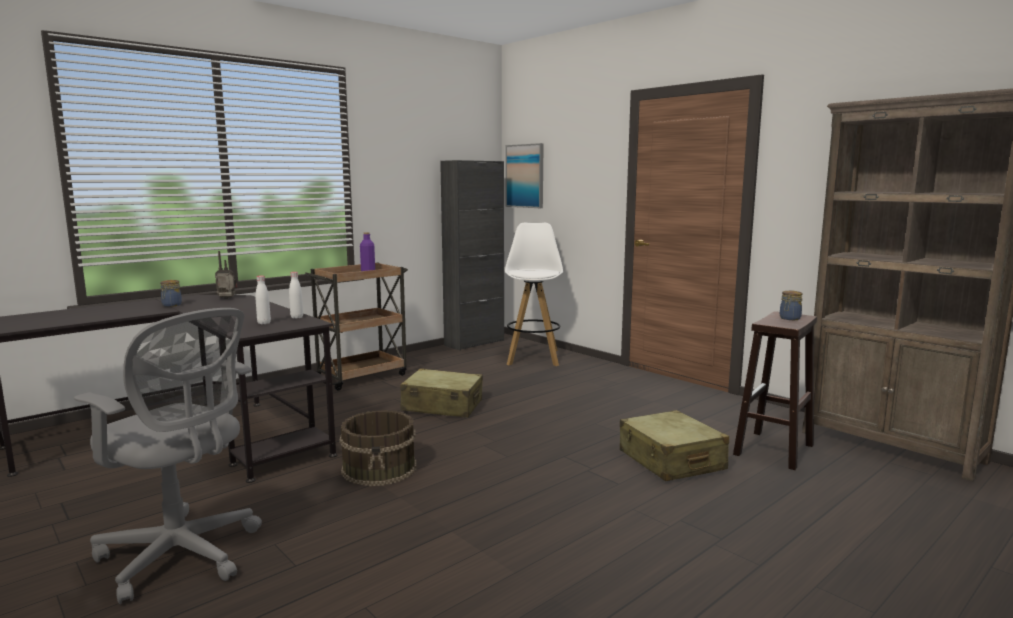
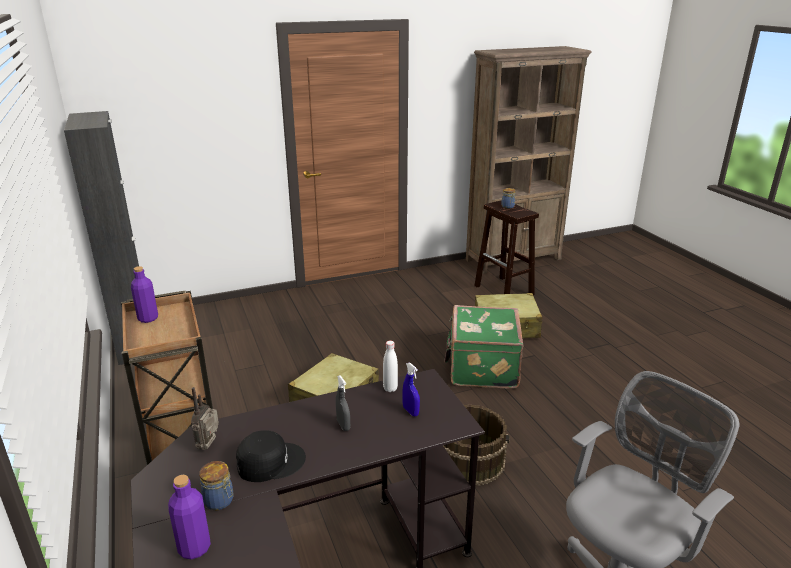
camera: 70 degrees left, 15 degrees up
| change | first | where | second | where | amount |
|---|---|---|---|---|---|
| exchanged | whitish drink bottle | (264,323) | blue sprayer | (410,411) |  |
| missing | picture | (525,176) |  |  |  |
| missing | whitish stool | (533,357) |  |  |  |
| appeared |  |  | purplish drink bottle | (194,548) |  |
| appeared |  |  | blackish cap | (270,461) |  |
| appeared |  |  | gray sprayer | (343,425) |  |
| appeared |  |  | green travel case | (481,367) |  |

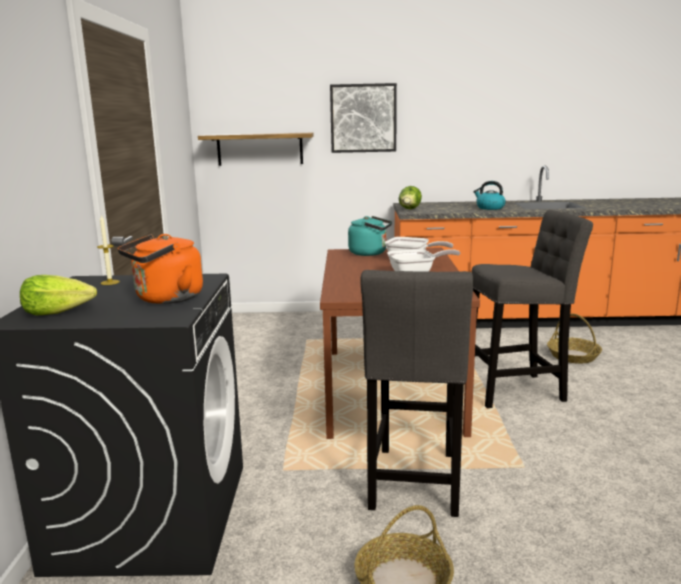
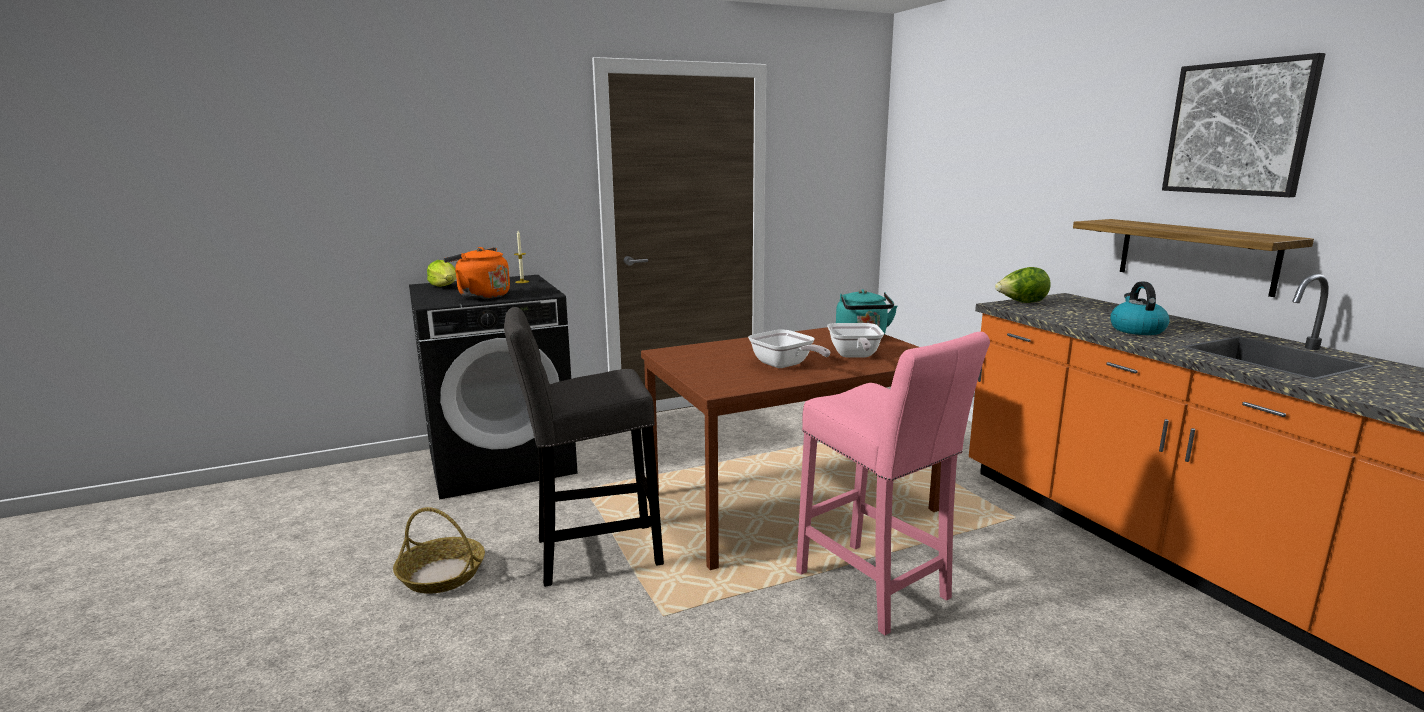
camera: 65 degrees right, 0 degrees up
| change | first | where | second | where | amount |
|---|---|---|---|---|---|
| relocated | wall shelf | (260,149) |  | (1195,255) |  |
| relocated | picture | (363,118) |  | (1238,128) |  |
| colour | gray stool | (518,391) | pink stool | (876,590) |  |
| missing | household basket | (572,356) |  |  |  |

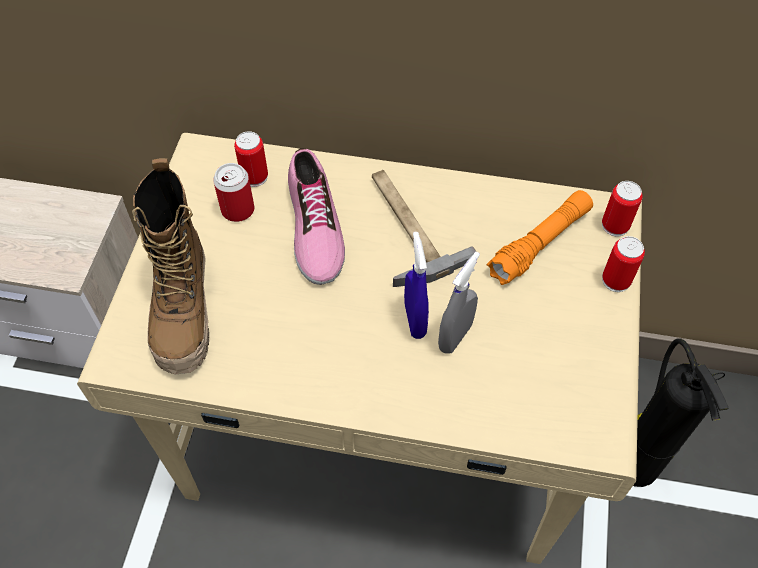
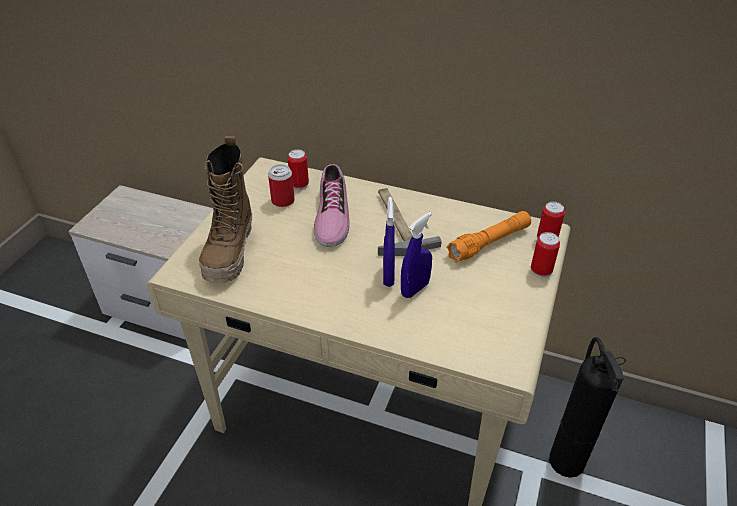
camera: 10 degrees right, 15 degrees down
| change | first | where | second | where | amount |
|---|---|---|---|---|---|
| colour | gray sprayer | (455,336) | blue sprayer | (415,289) |  |

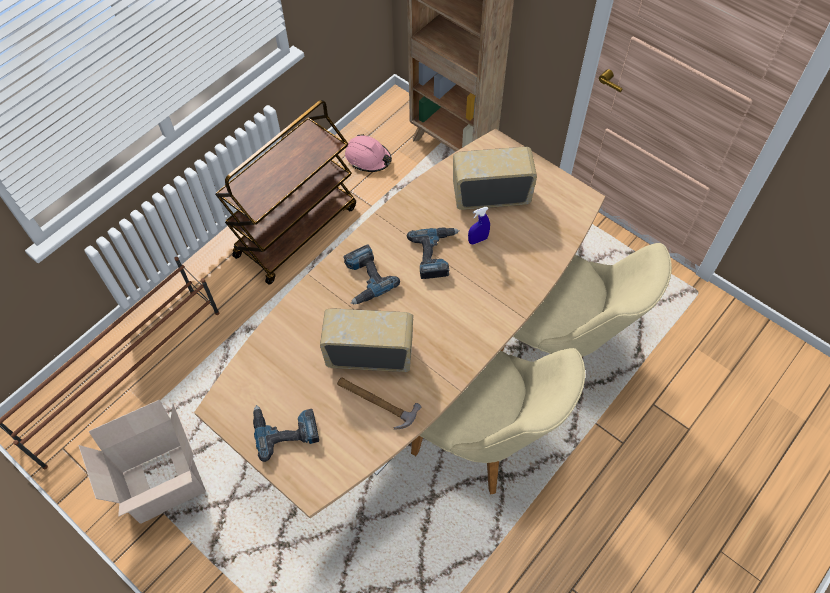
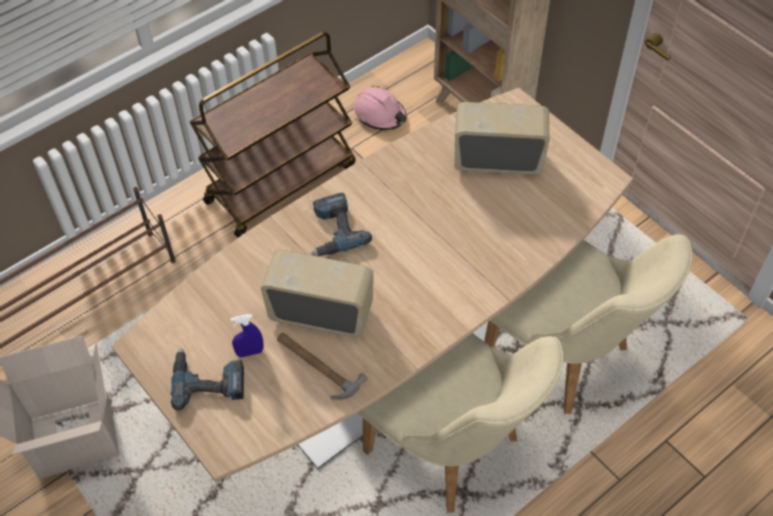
camera: 10 degrees right, 5 degrees down
| change | first | where | second | where | amount |
|---|---|---|---|---|---|
| missing | power drill | (436,254) |  |  |  |
| relocated | blue sprayer | (478,240) |  | (250,352) |  |

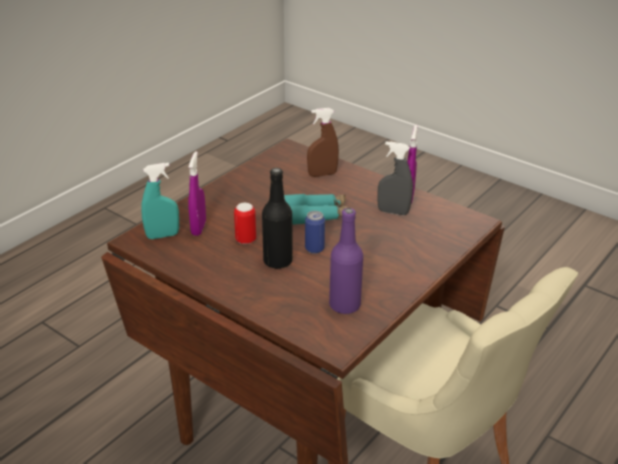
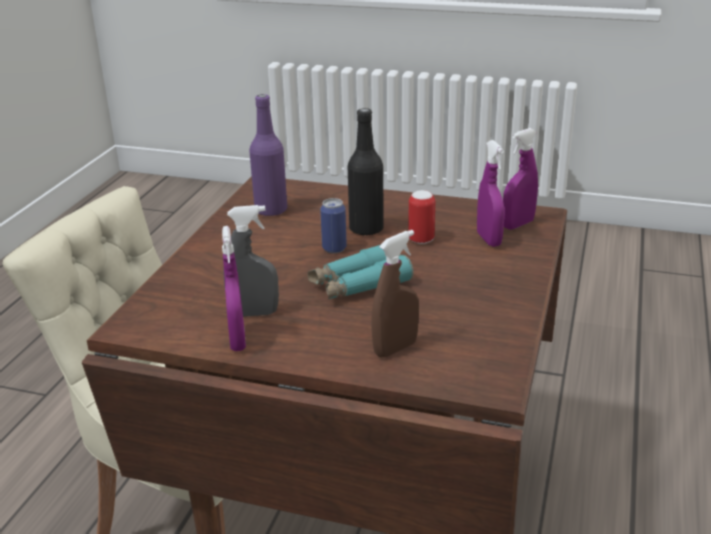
camera: 160 degrees right, 5 degrees down
| change | first | where | second | where | amount |
|---|---|---|---|---|---|
| colour | turquoise sprayer | (162,235) | purplish sprayer | (518,224) |  |

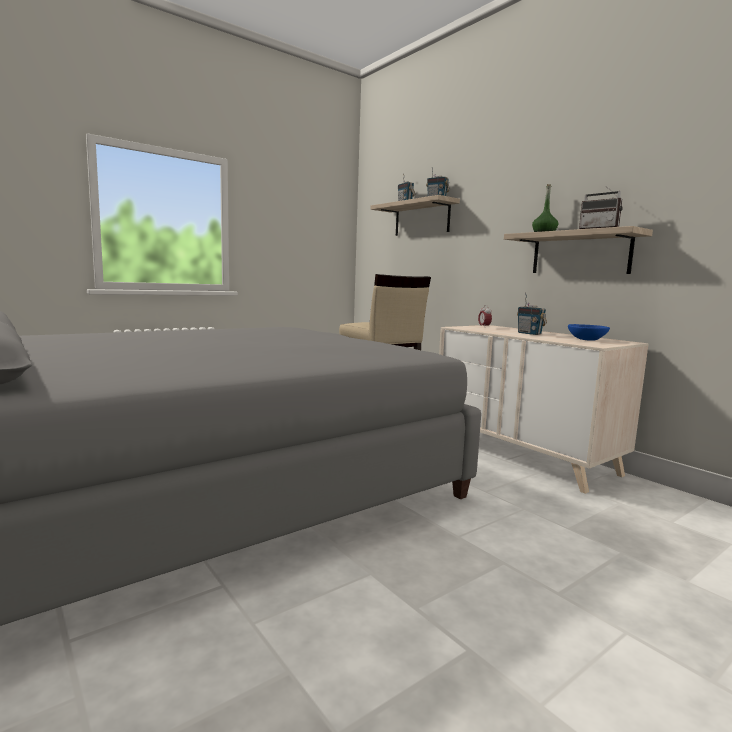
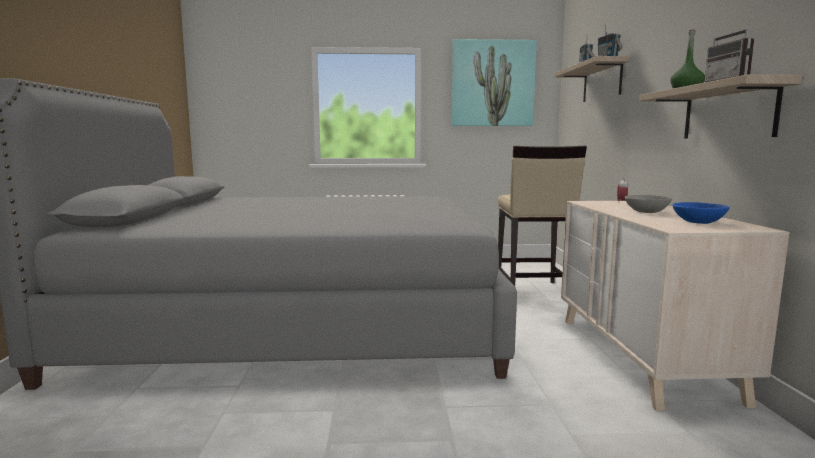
camera: 35 degrees right, 0 degrees up
| change | first | where | second | where | amount |
|---|---|---|---|---|---|
| exchanged | radio | (529,333) | gray deep dish | (647,212) |  |
| appeared |  |  | picture | (492,84) |  |

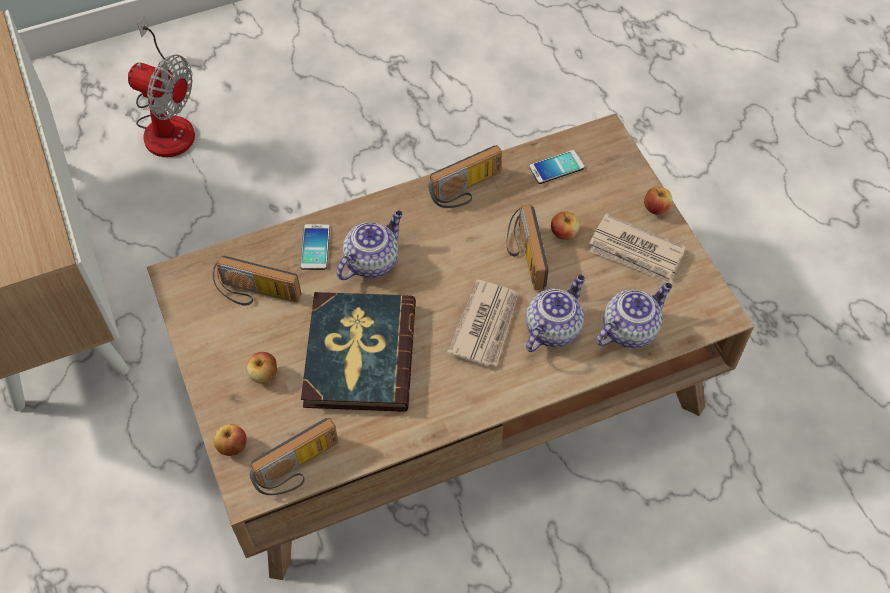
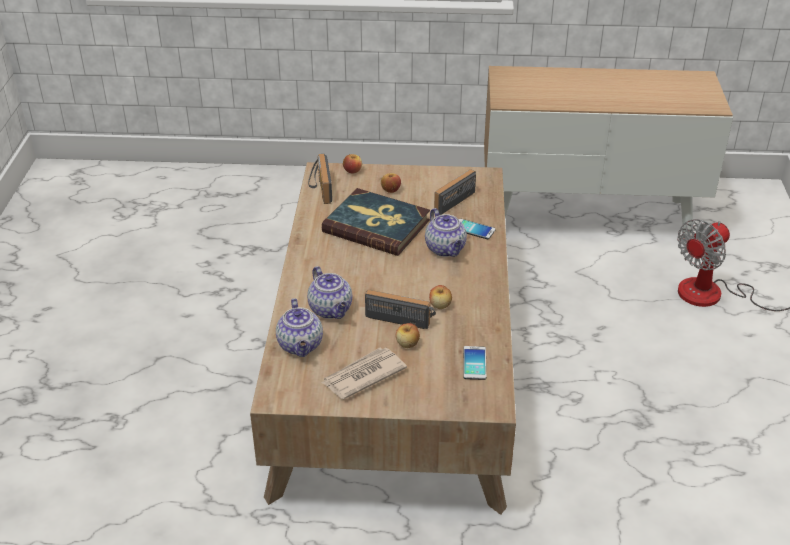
camera: 115 degrees right, 20 degrees down
| change | first | where | second | where | amount |
|---|---|---|---|---|---|
| missing | radio | (467,190) |  |  |  |
| missing | newspaper | (485,325) |  |  |  |
| relocated | apple | (656,208) |  | (440,305) |  |

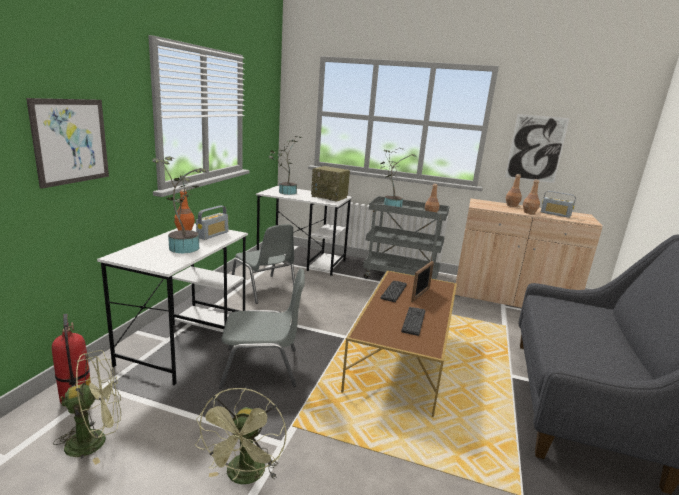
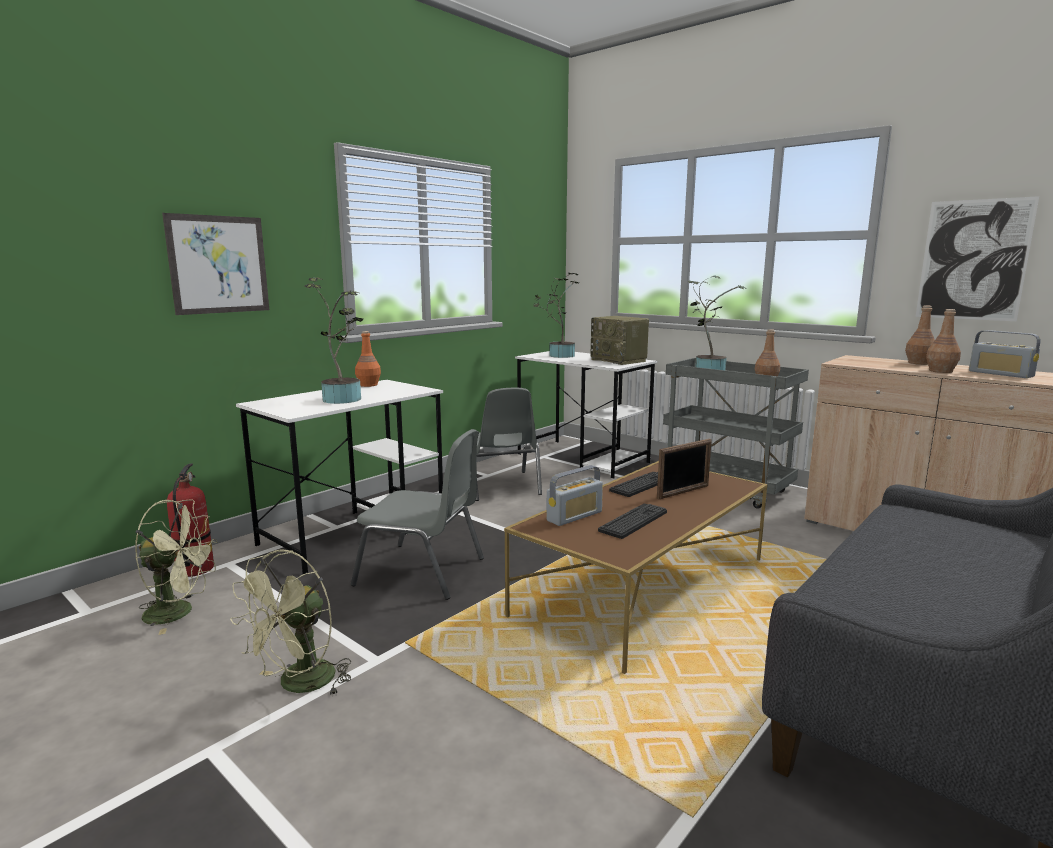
camera: 25 degrees right, 5 degrees down
| change | first | where | second | where | amount |
|---|---|---|---|---|---|
| relocated | radio | (212,235) |  | (574,516) |  |

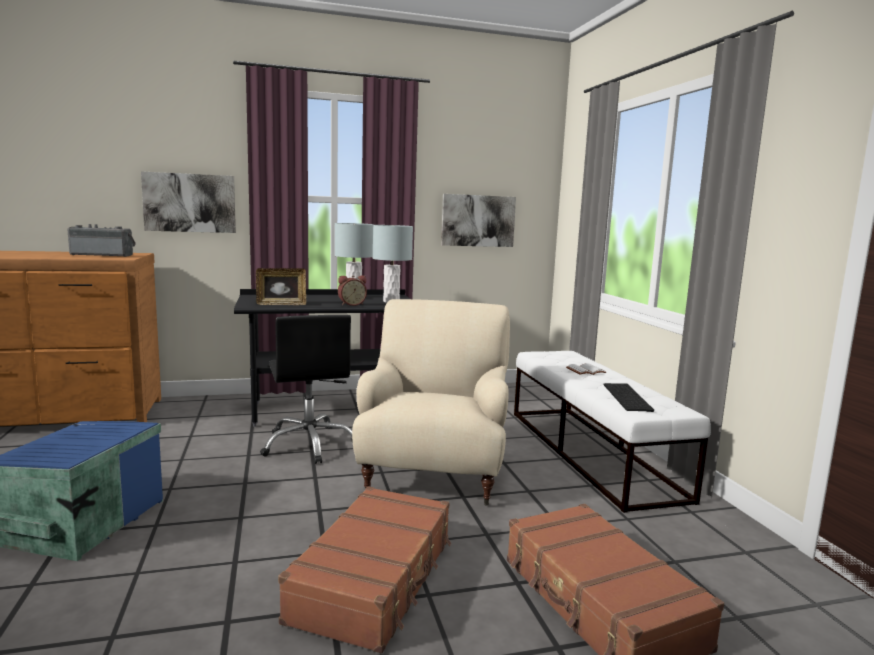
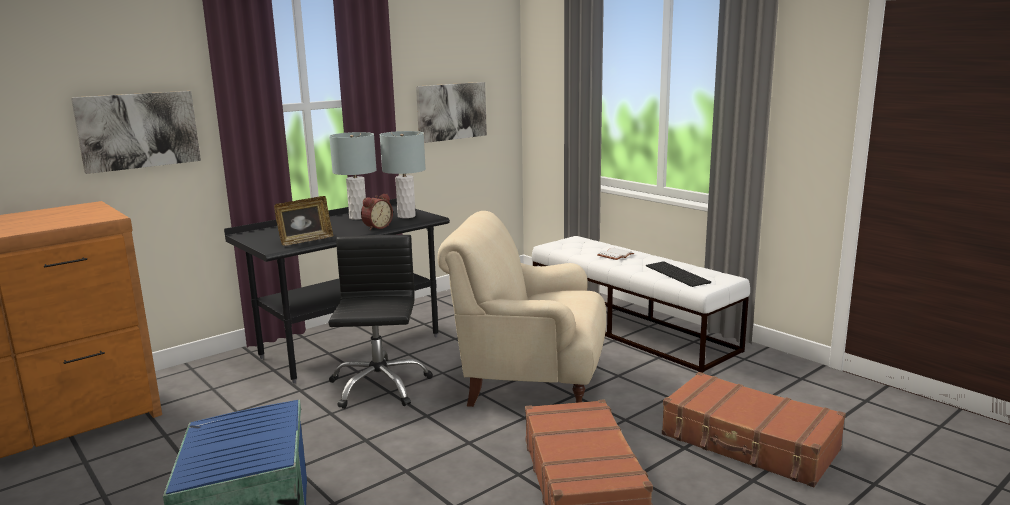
camera: 25 degrees left, 5 degrees up
| change | first | where | second | where | amount |
|---|---|---|---|---|---|
| missing | radio | (103,255) |  |  |  |
| spun | blackish desk chair | (309,444) |  | (379,386) | 135 degrees counterclockwise |
| spun | sand-coloured easy chair | (434,475) |  | (529,383) | 60 degrees counterclockwise |

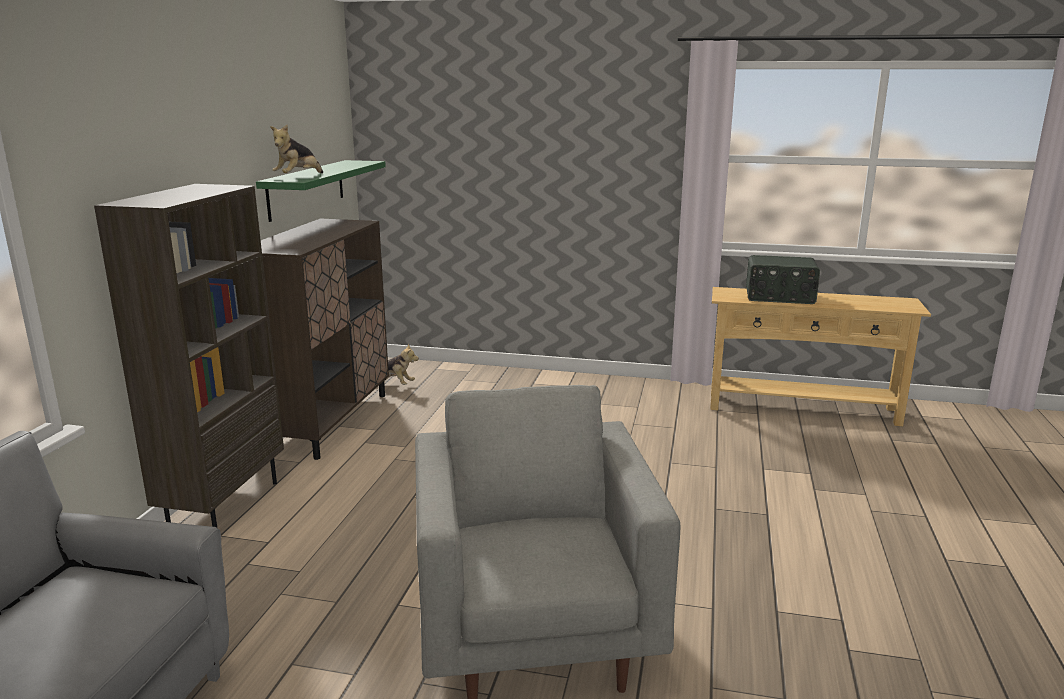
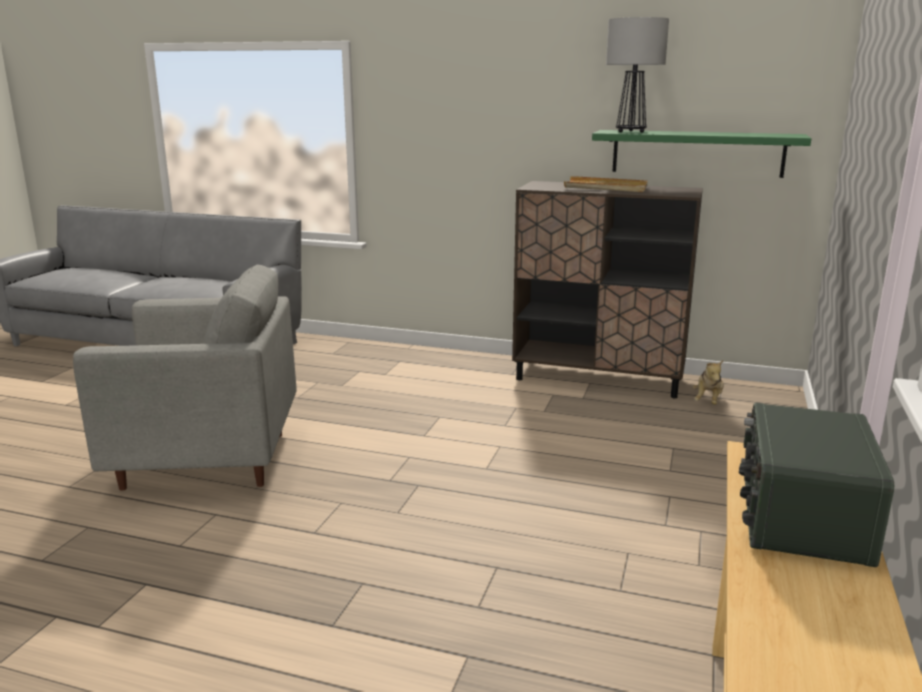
camera: 95 degrees right, 0 degrees up
| change | first | where | second | where | amount |
|---|---|---|---|---|---|
| missing | brown bookshelf | (224,505) |  |  |  |
| exchanged | cuddly toy | (298,177) | tabletop lamp | (631,131) |  |
| appeared |  |  | sand-coloured carrying tray | (606,188) |  |

